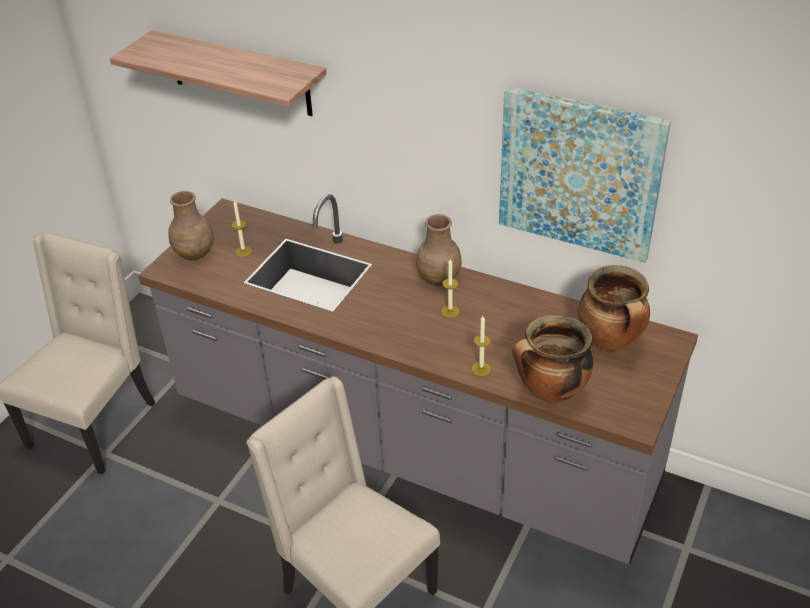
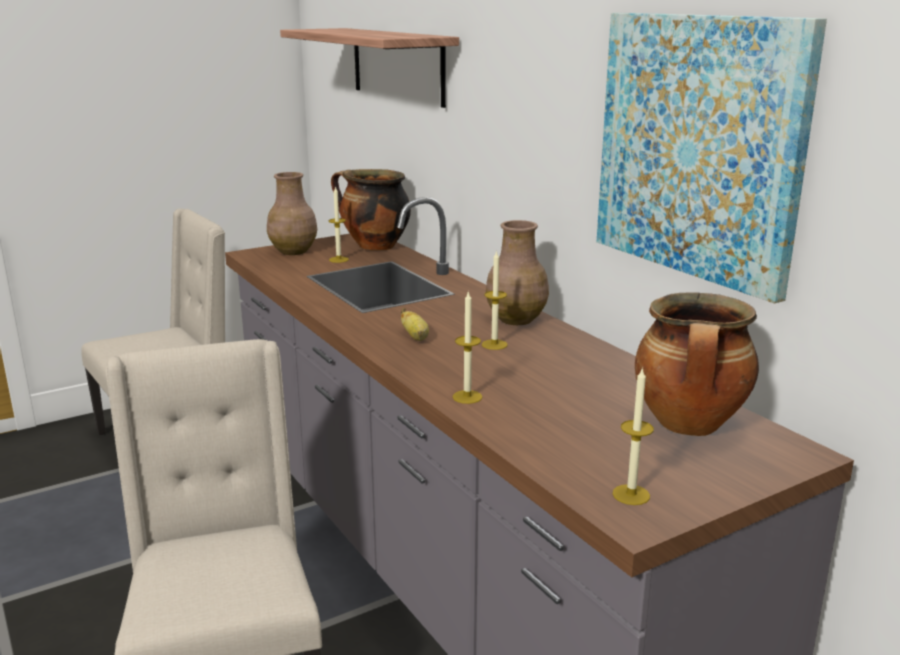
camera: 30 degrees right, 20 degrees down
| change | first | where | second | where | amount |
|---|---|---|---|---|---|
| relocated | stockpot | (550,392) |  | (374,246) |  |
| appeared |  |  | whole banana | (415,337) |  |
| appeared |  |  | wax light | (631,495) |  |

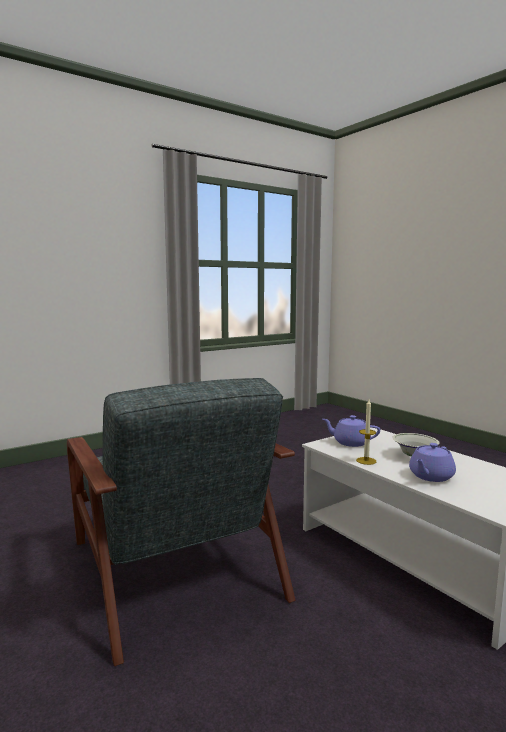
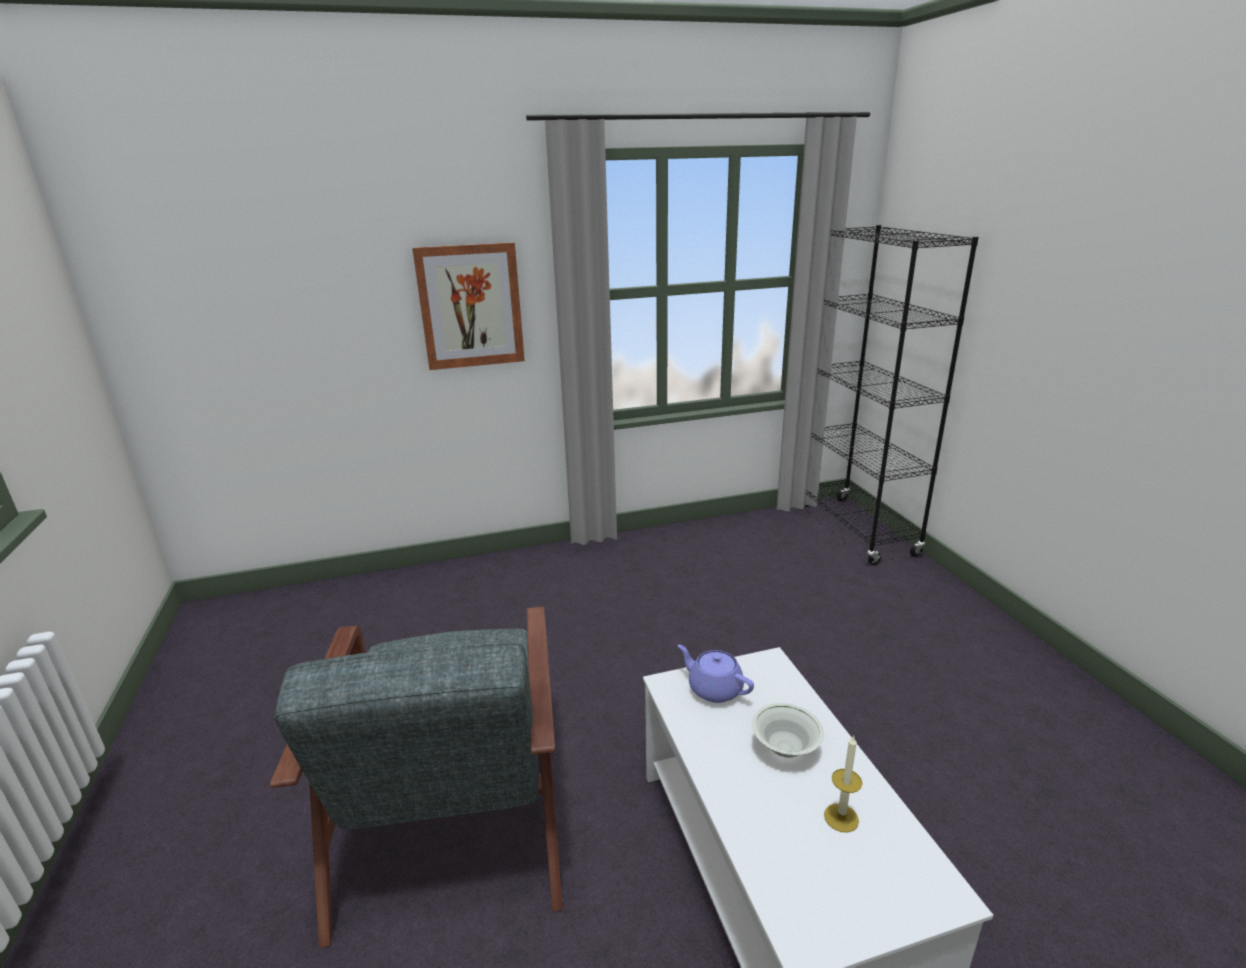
camera: 20 degrees right, 15 degrees up
| change | first | where | second | where | amount |
|---|---|---|---|---|---|
| relocated | wax light | (366,461) |  | (841,818) |  |
| missing | purplish pot for tea | (430,476) |  |  |  |
| appeared |  |  | picture | (470,306) |  |
| appeared |  |  | blackish bookshelf | (856,530) |  |

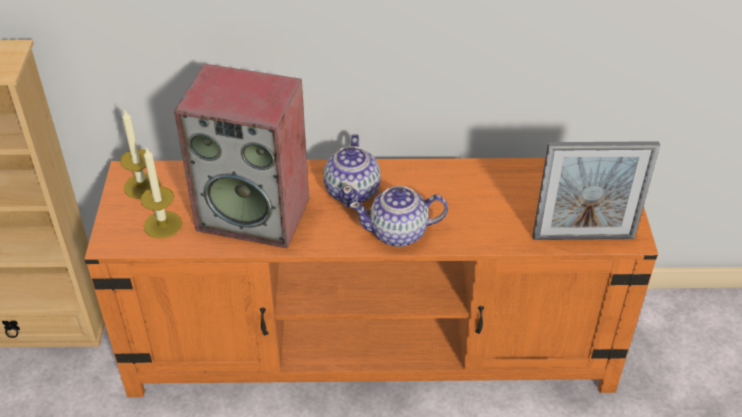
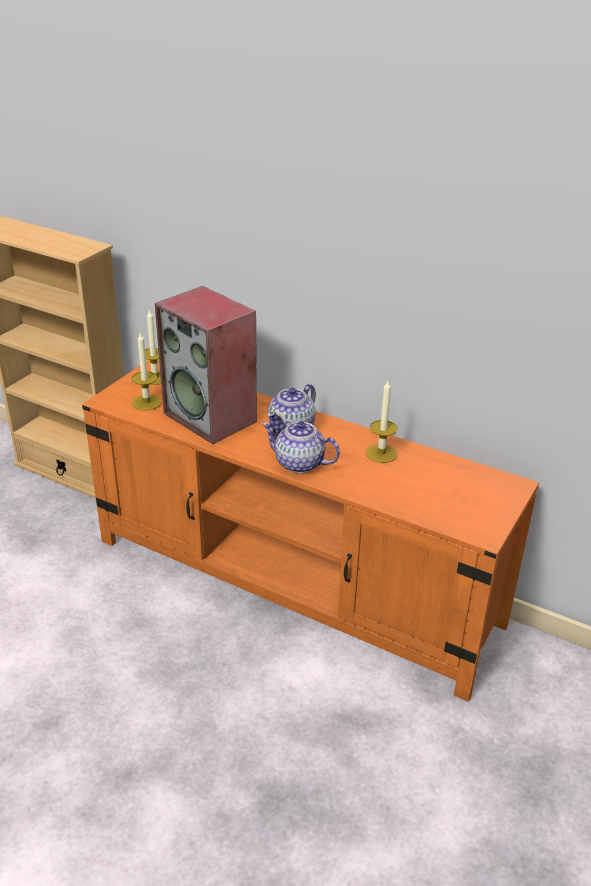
camera: 30 degrees right, 10 degrees down
| change | first | where | second | where | amount |
|---|---|---|---|---|---|
| missing | standing frame | (583,237) |  |  |  |
| appeared |  |  | wax light | (381,453) |  |

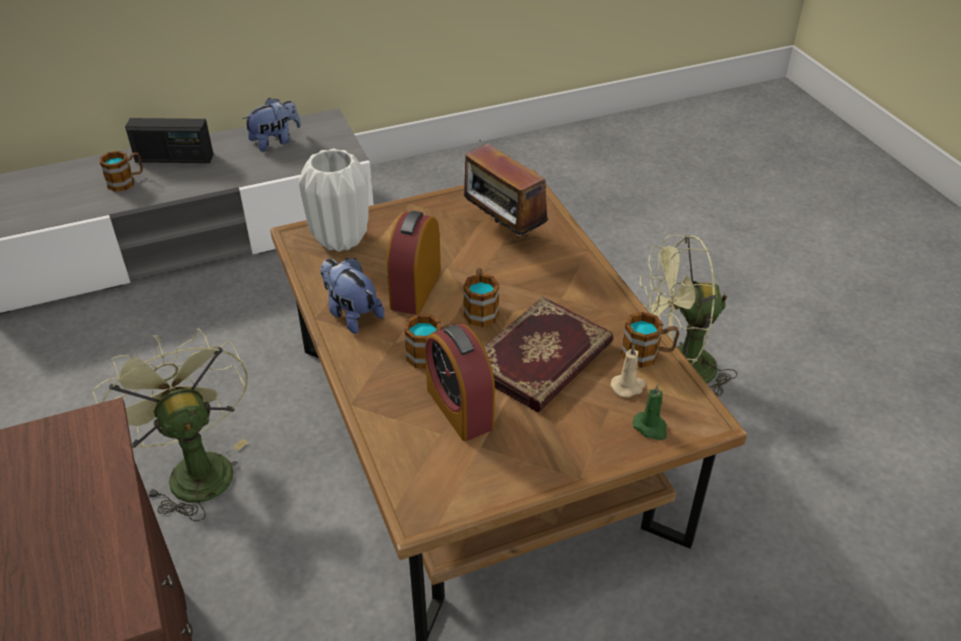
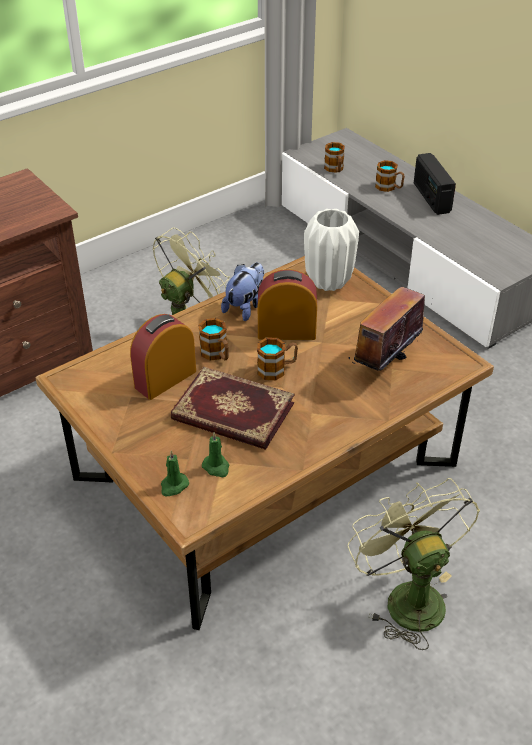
camera: 75 degrees right, 0 degrees up
| change | first | where | second | where | amount |
|---|---|---|---|---|---|
| missing | cuddly toy | (275,141) |  |  |  |
| colour | sand-coloured wax light | (628,386) | green wax light | (216,467) |  |
| relocated | tea mug | (647,355) |  | (335,169) |  |

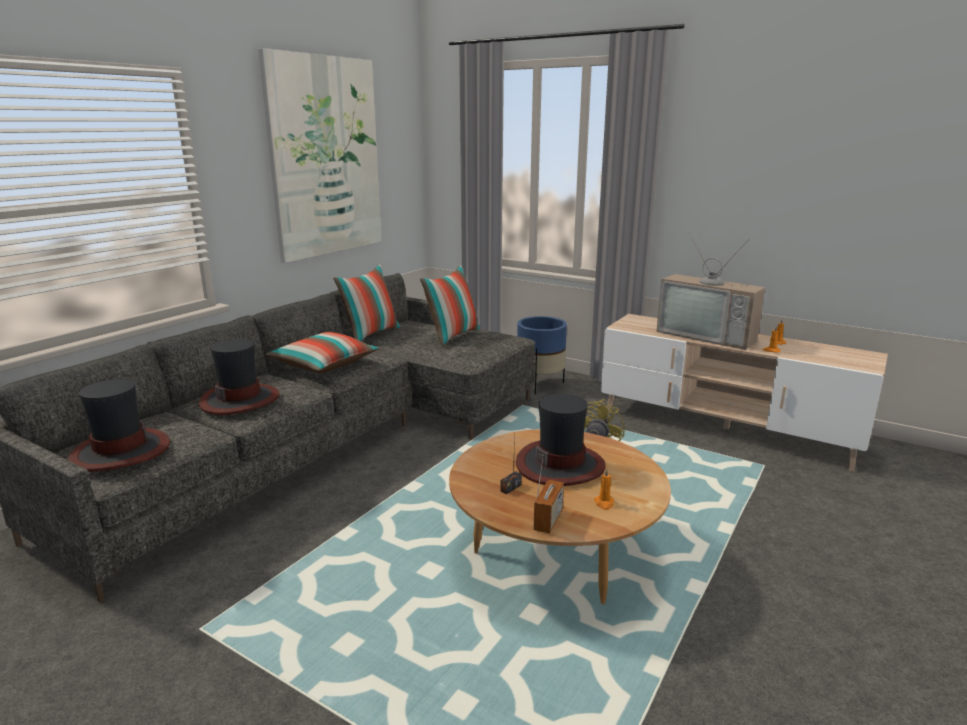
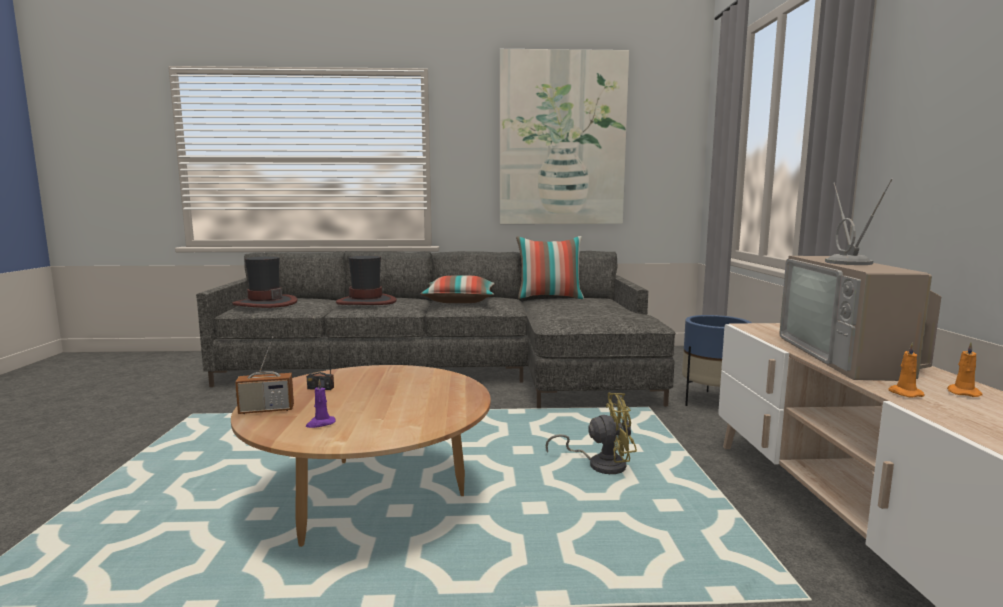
camera: 55 degrees right, 10 degrees down
| change | first | where | second | where | amount |
|---|---|---|---|---|---|
| missing | throw pillow | (452,335) |  |  |  |
| missing | wearable hat | (560,465) |  |  |  |
| colour | orange-coloured wax light | (604,503) | purplish wax light | (320,423) |  |

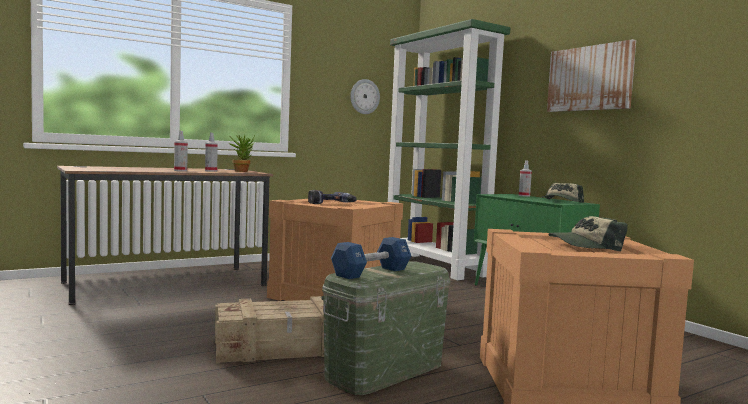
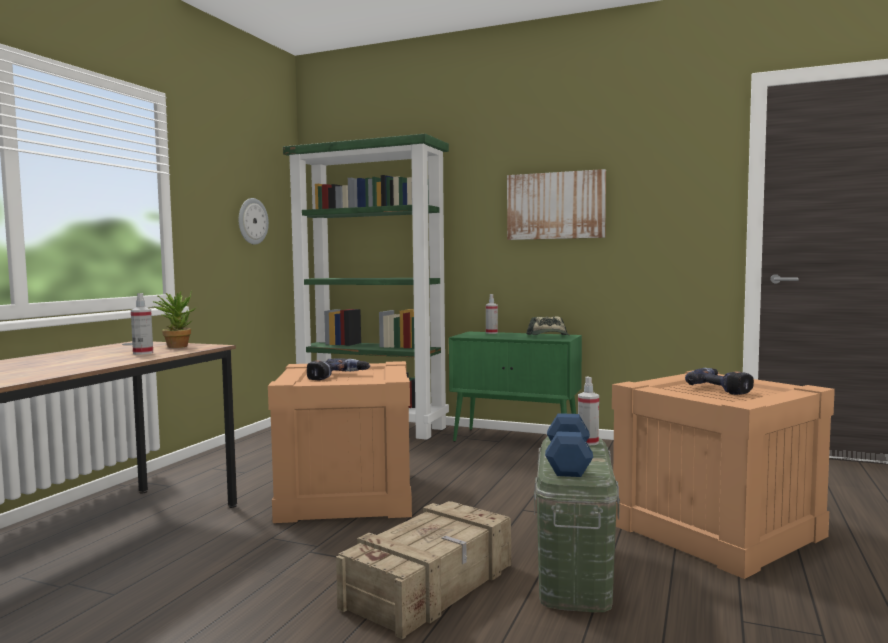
camera: 35 degrees left, 0 degrees up
| change | first | where | second | where | amount |
|---|---|---|---|---|---|
| relocated | sprayer | (180,170) |  | (588,442) |  |
| exchanged | cap | (585,246) | power drill | (722,389) |  |

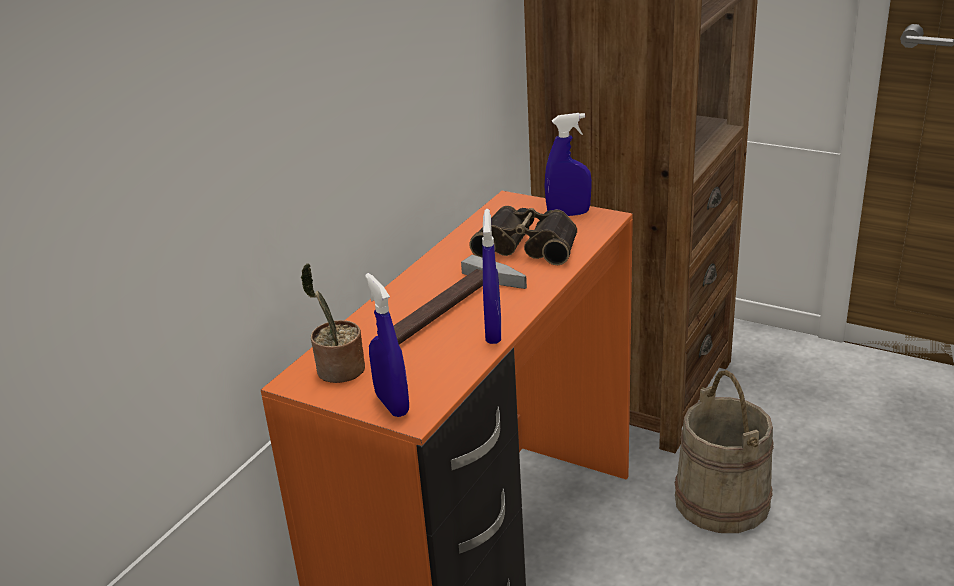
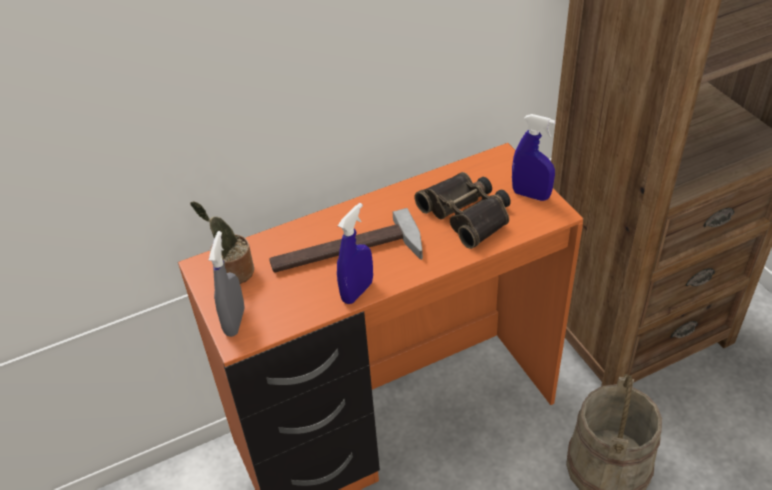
camera: 35 degrees right, 15 degrees up
| change | first | where | second | where | amount |
|---|---|---|---|---|---|
| colour | blue sprayer | (392,404) | gray sprayer | (235,321) |  |

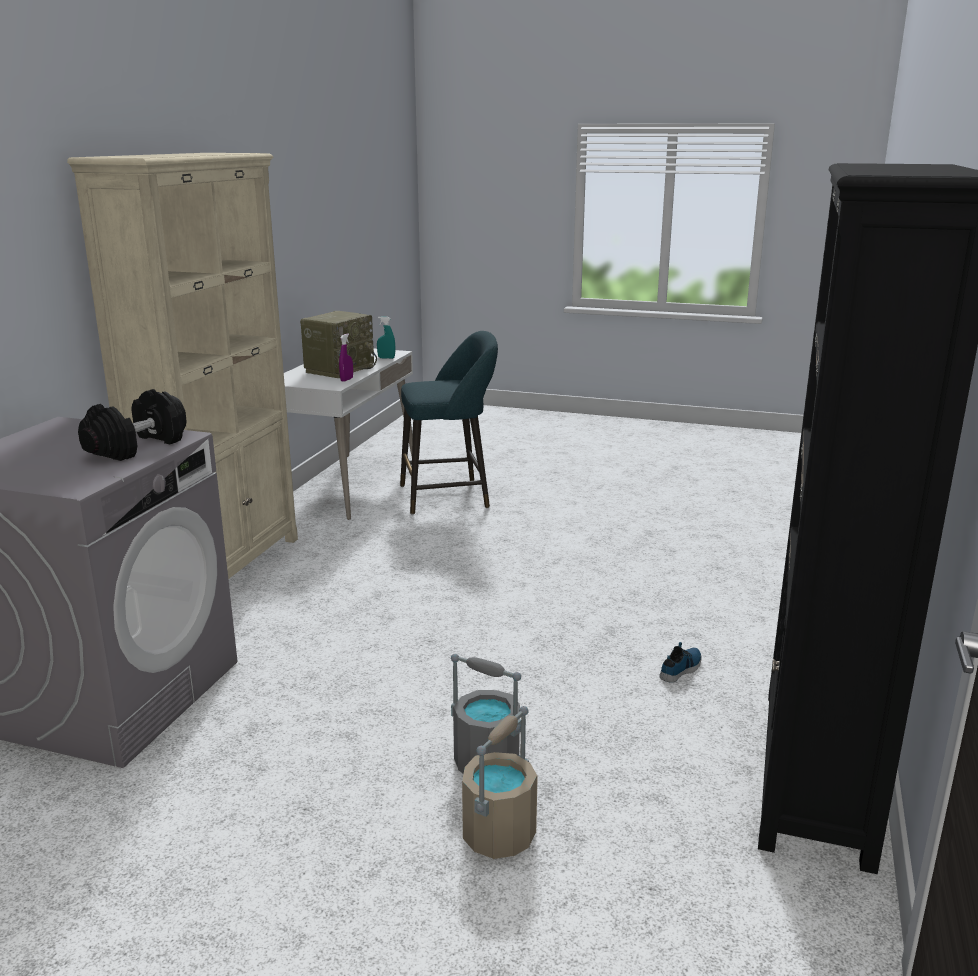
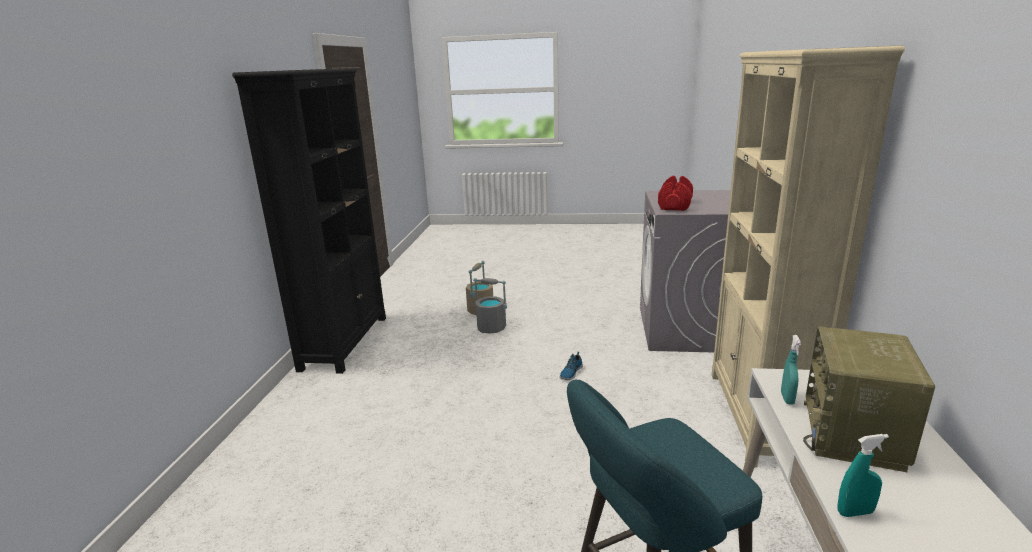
camera: 170 degrees right, 0 degrees up
| change | first | where | second | where | amount |
|---|---|---|---|---|---|
| colour | blackish hand weight | (137,447) | reddish hand weight | (675,205) |  |
| colour | purplish sprayer | (346,379) | turquoise sprayer | (787,398) |  |
| relocated | shoe | (681,669) |  | (570,372) |  |

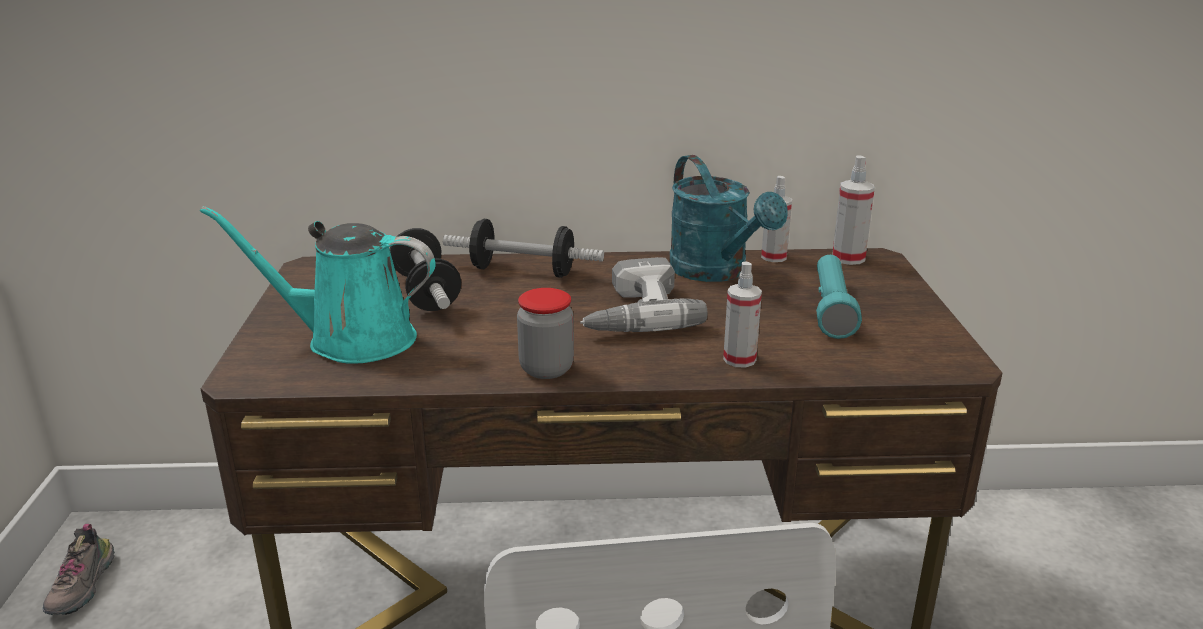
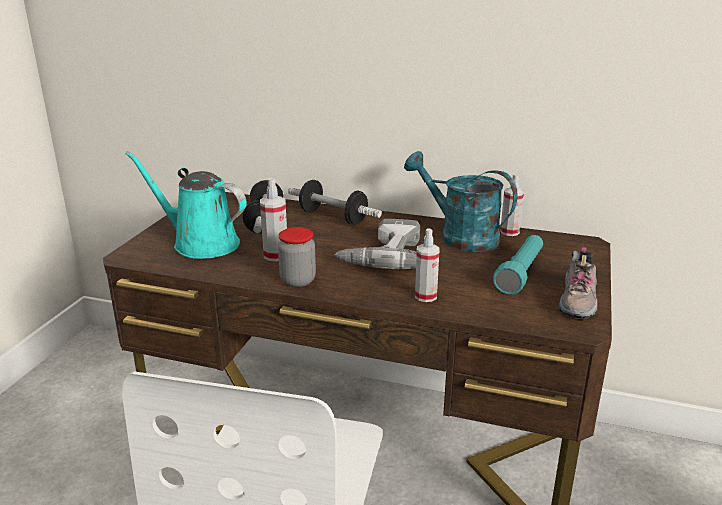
camera: 20 degrees right, 0 degrees up
| change | first | where | second | where | amount |
|---|---|---|---|---|---|
| relocated | shoe | (83,586) |  | (579,301) |  |
| spun | turquoise watering pot | (716,272) |  | (459,236) | 135 degrees clockwise |
| relocated | sprayer | (848,258) |  | (276,255) |  |

